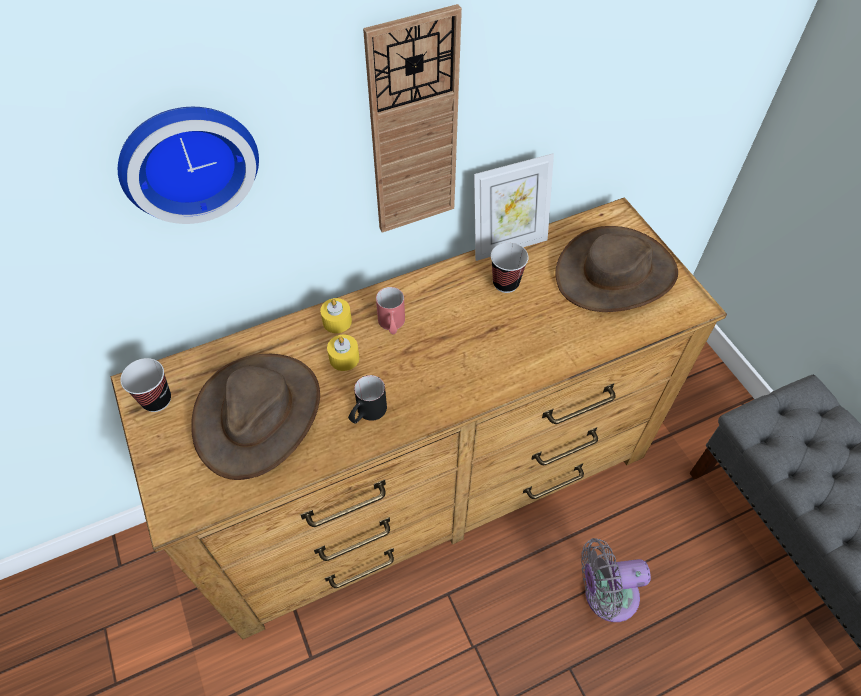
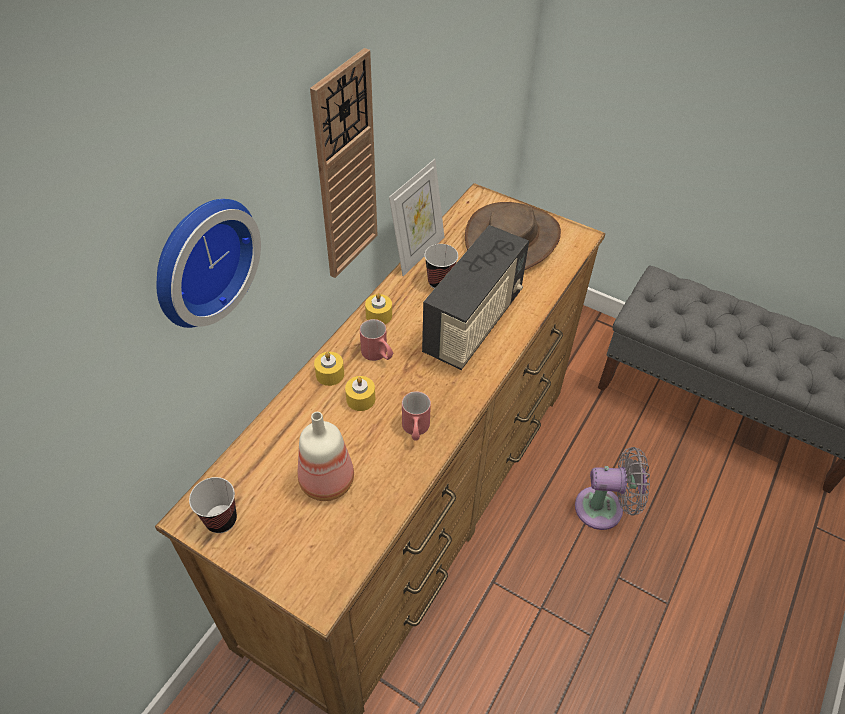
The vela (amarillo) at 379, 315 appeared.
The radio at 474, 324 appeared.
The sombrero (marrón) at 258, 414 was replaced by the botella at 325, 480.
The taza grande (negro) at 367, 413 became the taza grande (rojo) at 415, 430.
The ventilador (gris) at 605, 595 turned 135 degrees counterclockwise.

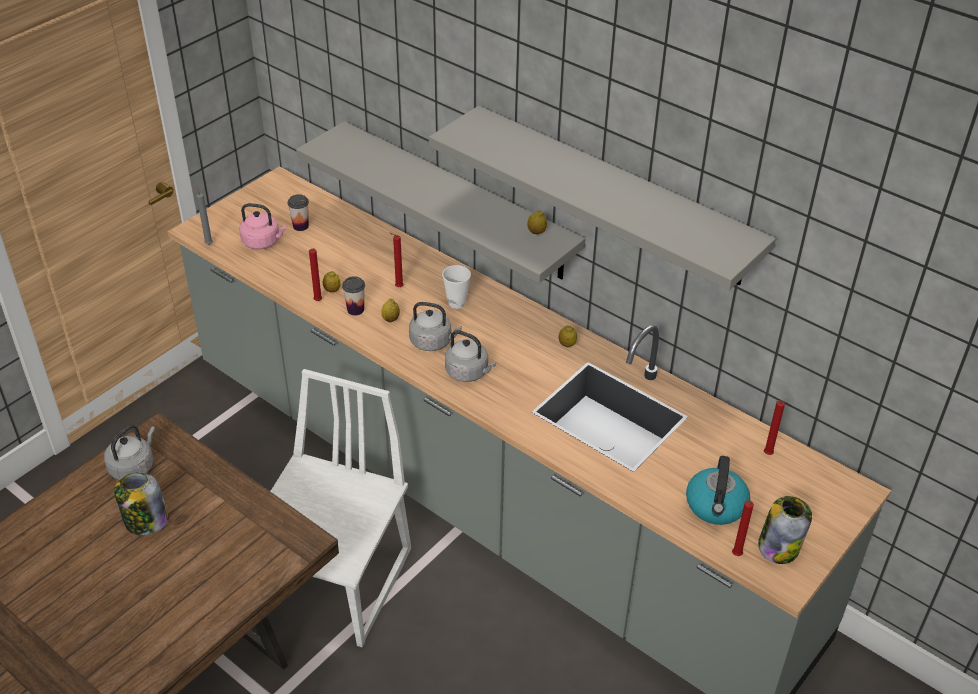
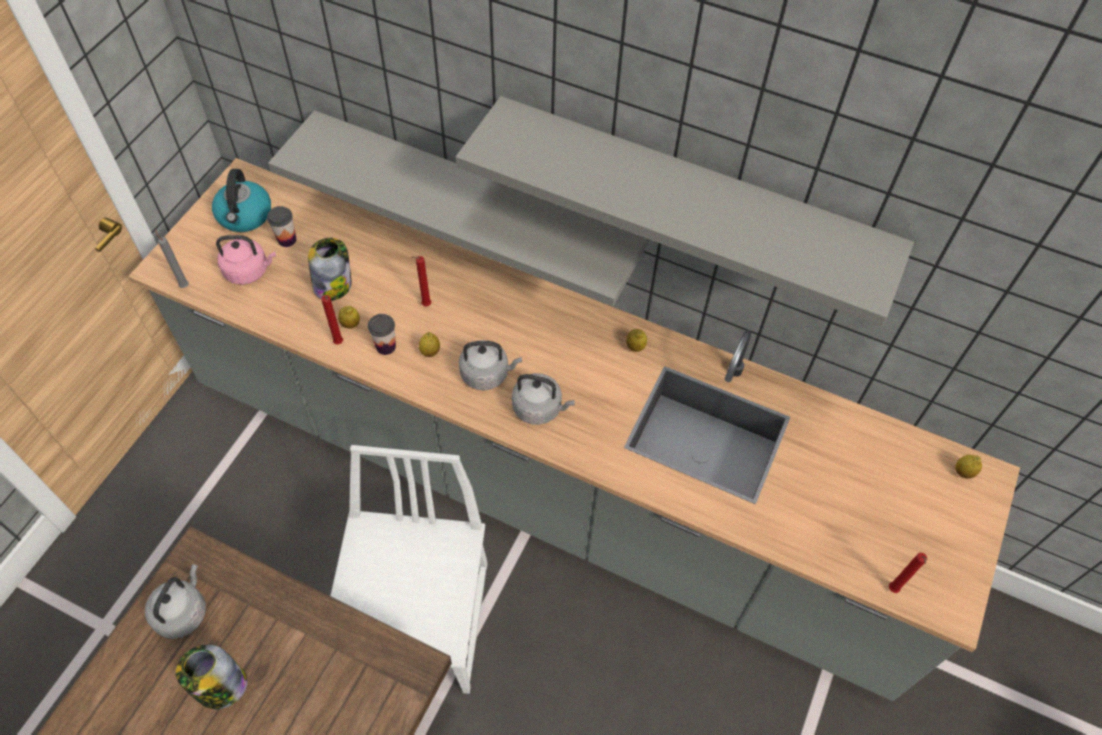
The taza at 456, 303 disappeared.
The vela (rojo) at 766, 454 disappeared.
The limón moved from 536, 232 to 963, 472.
The hervidor moved from 716, 506 to 245, 216.
The tarro moved from 779, 546 to 333, 284.

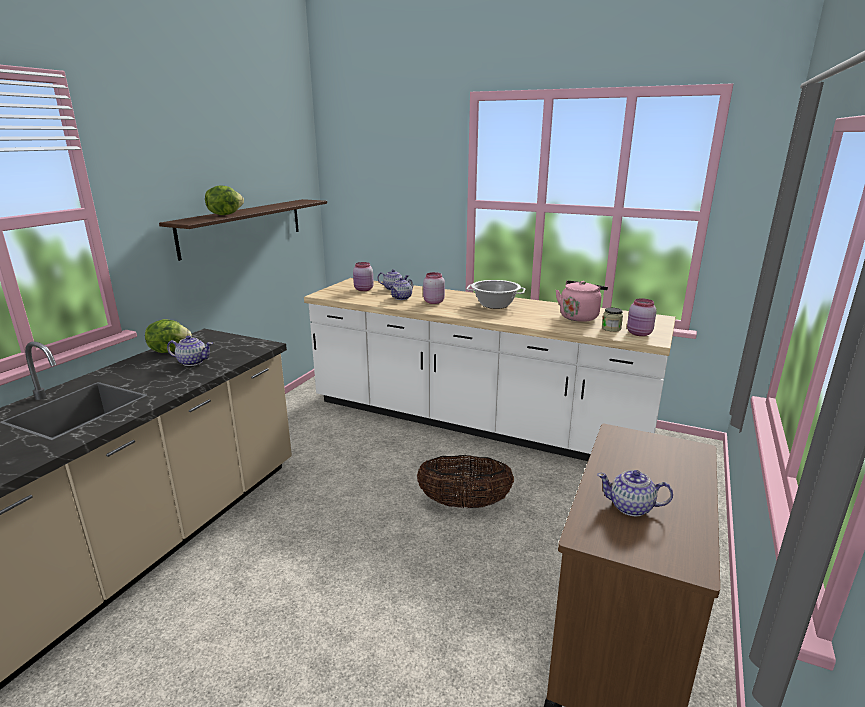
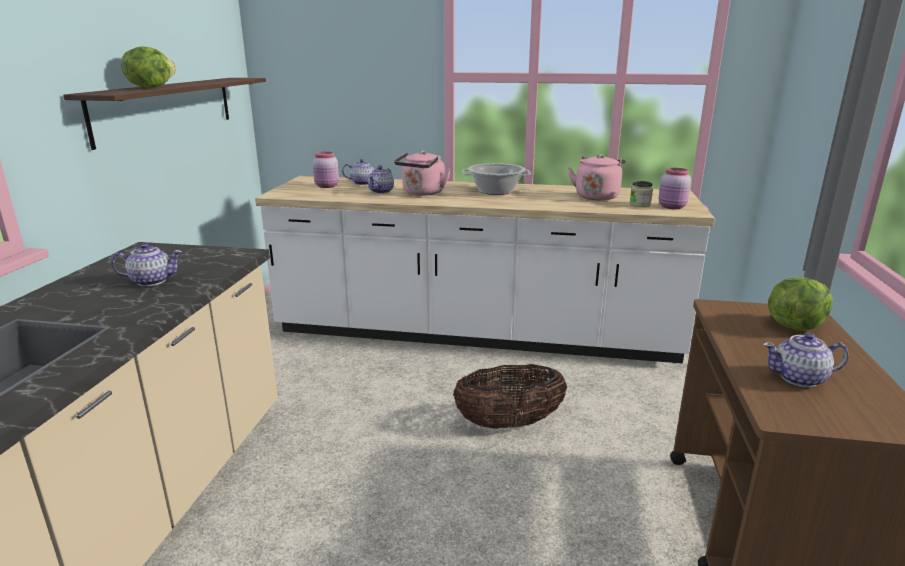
The lechuga moved from 170, 350 to 794, 325.
The tarro (rosa) at 433, 302 was replaced by the hervidor (rosa) at 422, 193.

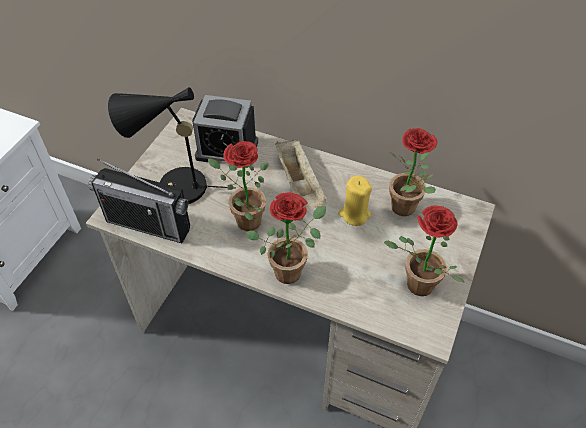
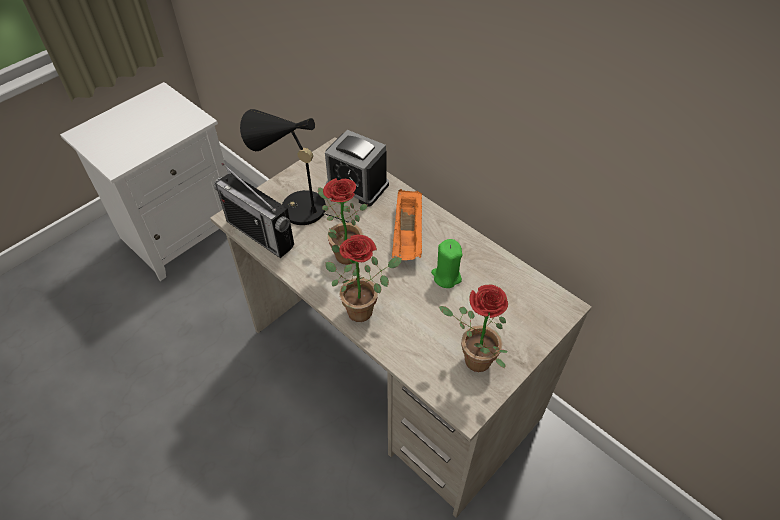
The planta en maceta at 407, 210 disappeared.
The bandeja (beis) at 300, 185 became the bandeja (naranja) at 408, 236.
The vela (amarillo) at 354, 214 became the vela (verde) at 446, 276.

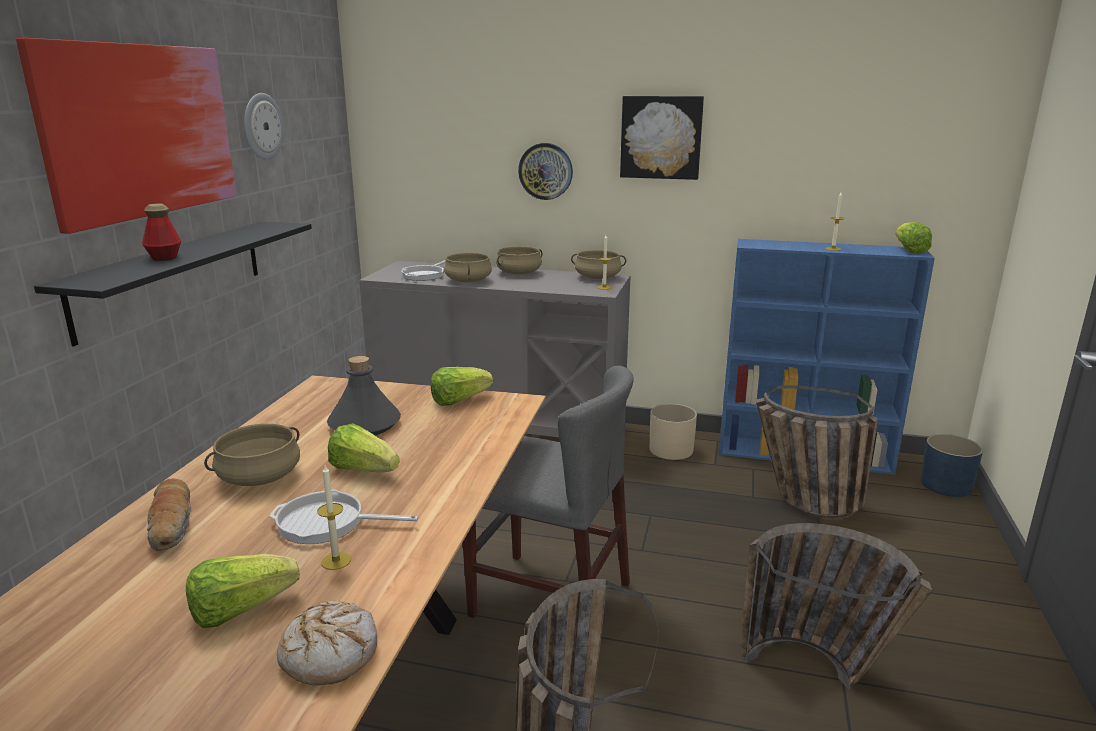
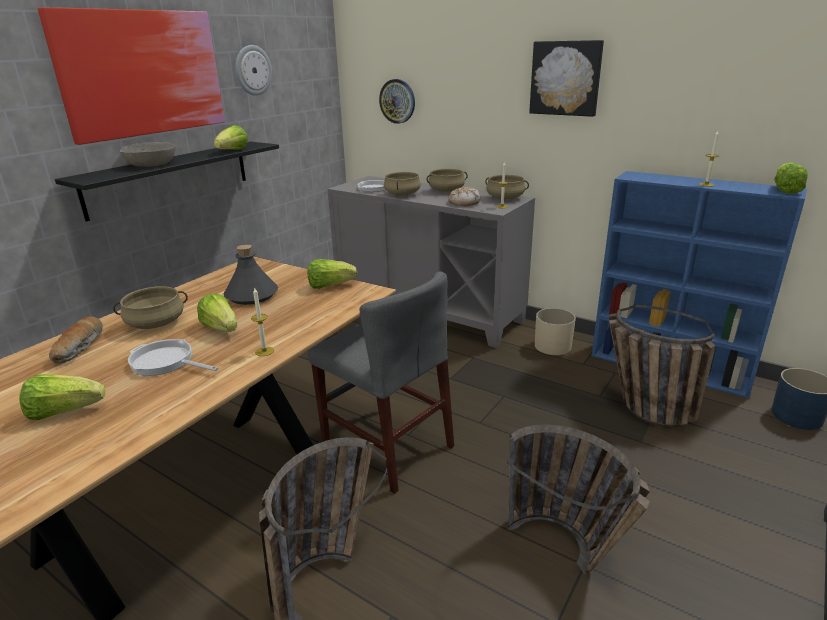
The lechuga at 233, 151 appeared.
The pan moved from 329, 653 to 464, 202.
The vela moved from 336, 561 to 264, 351.
The reloj de pared moved from 545, 171 to 397, 101.
The botella at 164, 258 was replaced by the cuenco (gris) at 152, 164.

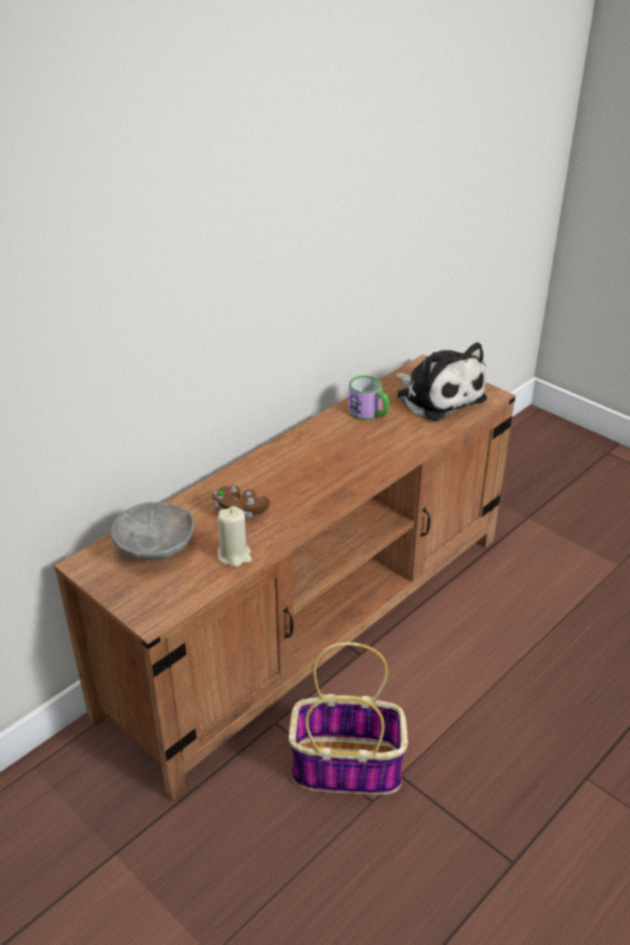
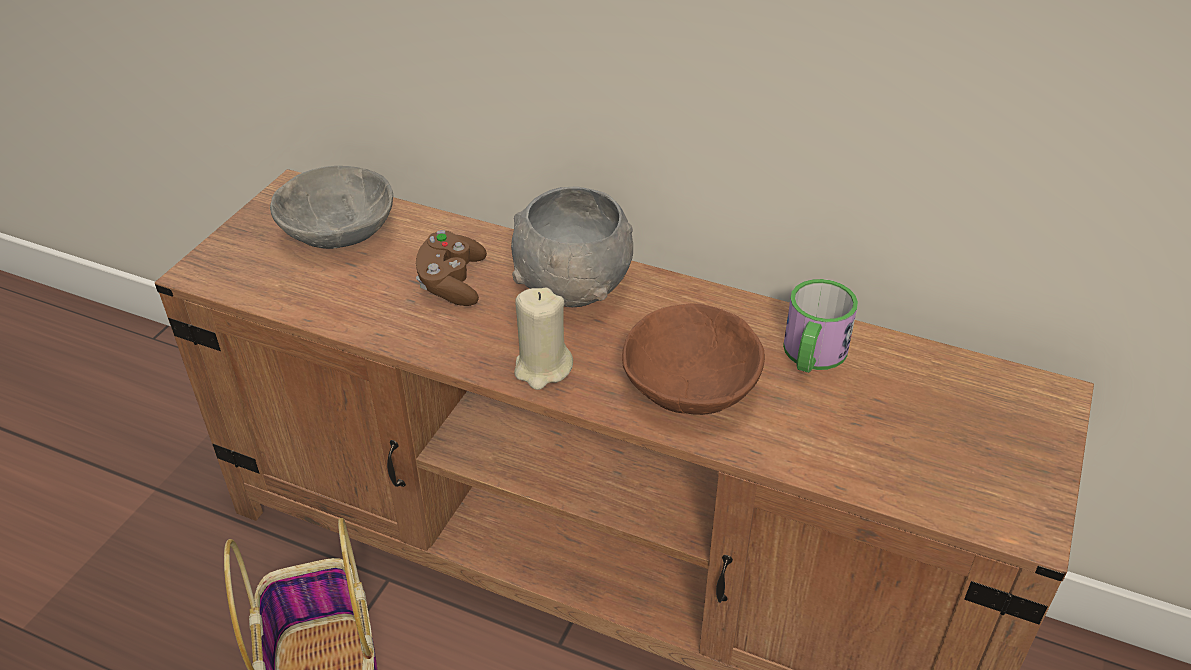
The peluche at 438, 396 disappeared.
The cuenco (gris) at 571, 288 appeared.
The cuenco (marrón) at 690, 386 appeared.
The vela (beis) moved from 234, 555 to 542, 368.

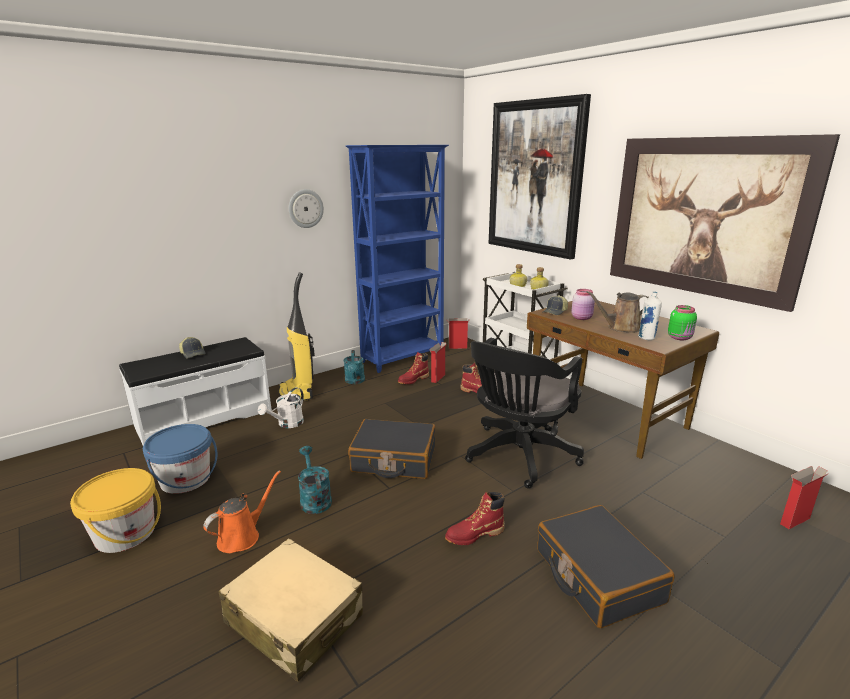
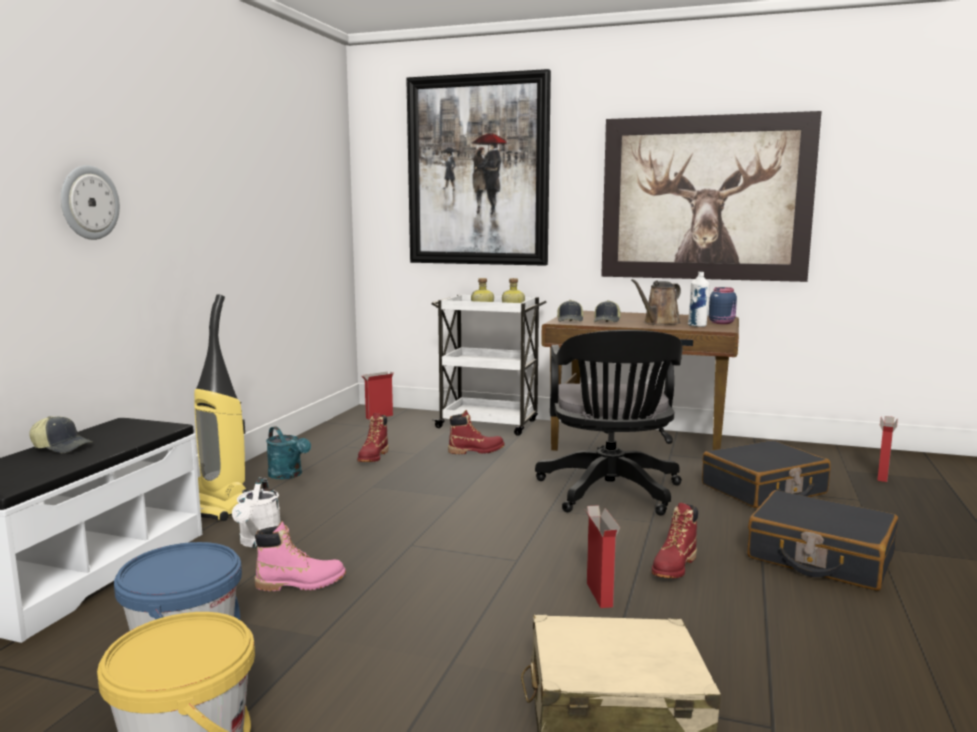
The regadera (naranja) at 242, 536 disappeared.
The regadera (turquesa) at 314, 499 disappeared.
The estantería (azul) at 404, 358 disappeared.
The bota (rosa) at 301, 583 appeared.
The reloj de pared moved from 305, 208 to 89, 202.
The maleta (negro) moved from 394, 459 to 764, 489.
The caja de cartón moved from 438, 378 to 599, 594.
The tarro (rosa) at 582, 318 was replaced by the gorra at 607, 321.
The tarro (verde) at 680, 338 became the tarro (azul) at 722, 323.

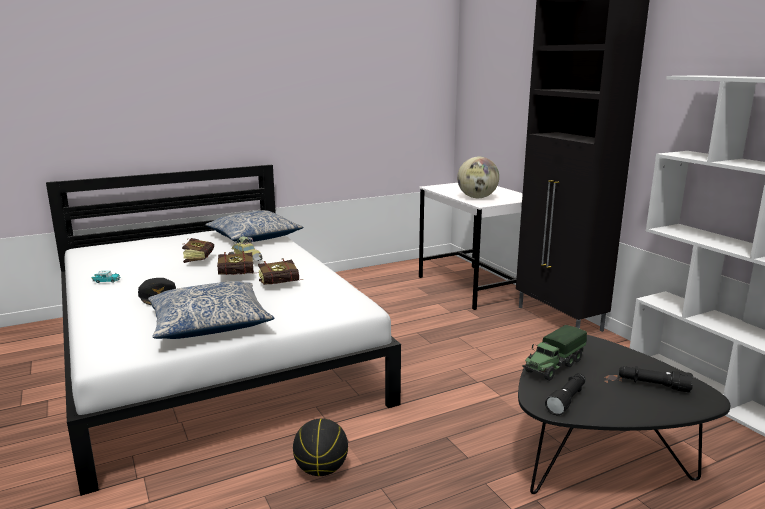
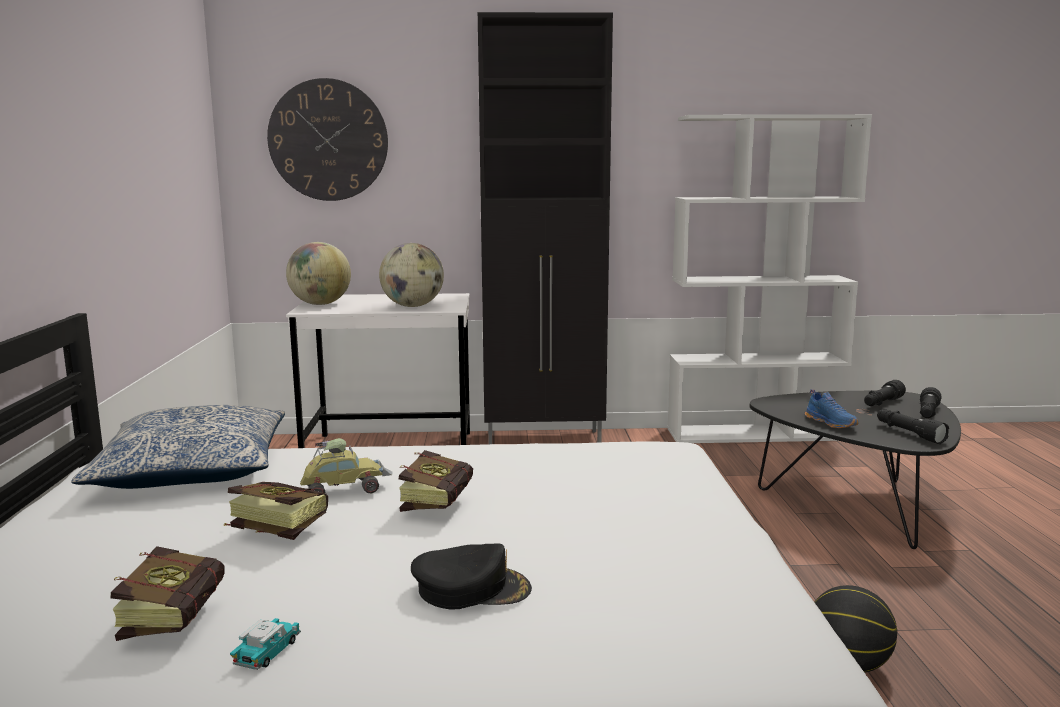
The cojín at 209, 323 disappeared.
The reloj de pared at 328, 140 appeared.
The globo terráqueo at 320, 304 appeared.
The linterna (negro) at 928, 413 appeared.
The libro moved from 283, 285 to 178, 616.
The camión de juguete at 553, 366 was replaced by the zapato (azul) at 832, 423.

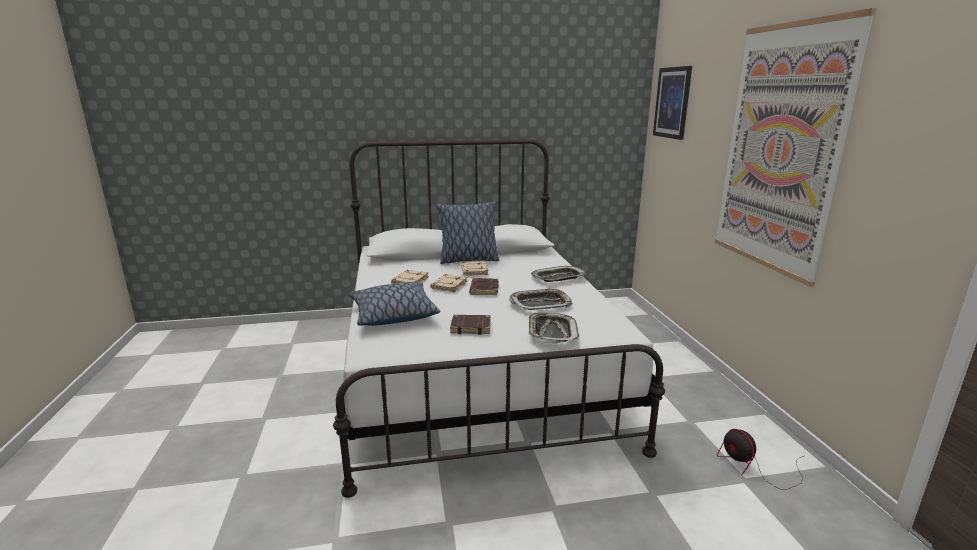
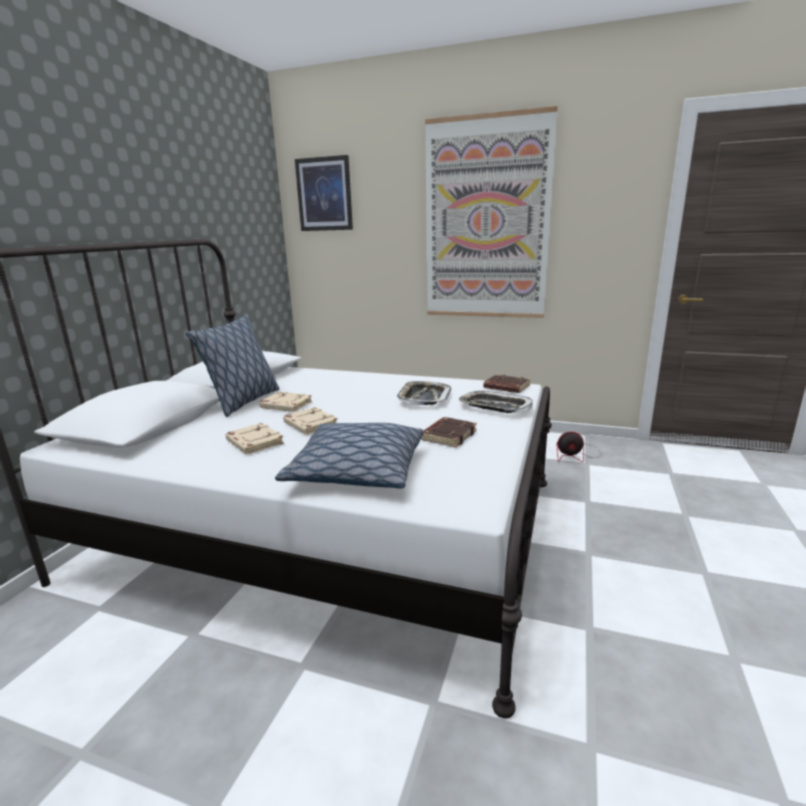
The bandeja at 558, 278 disappeared.
The libro (marrón) moved from 483, 289 to 506, 387.

